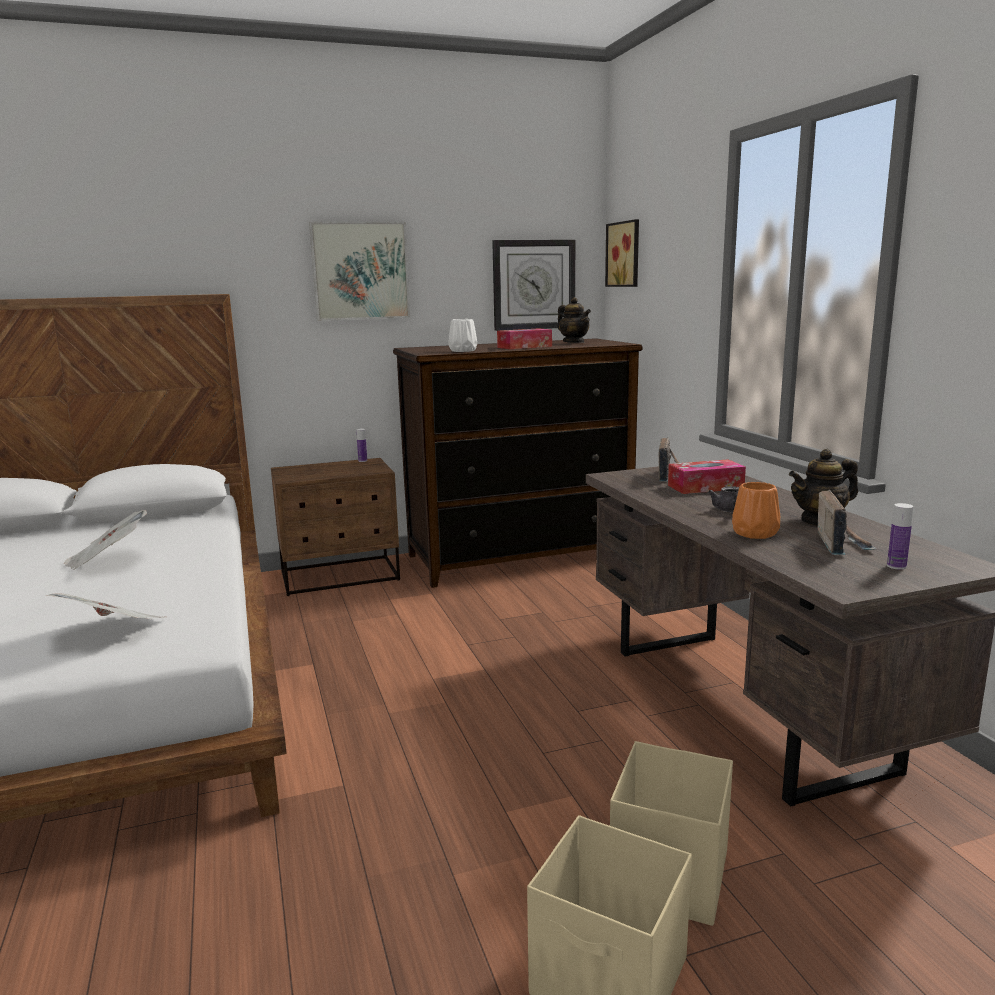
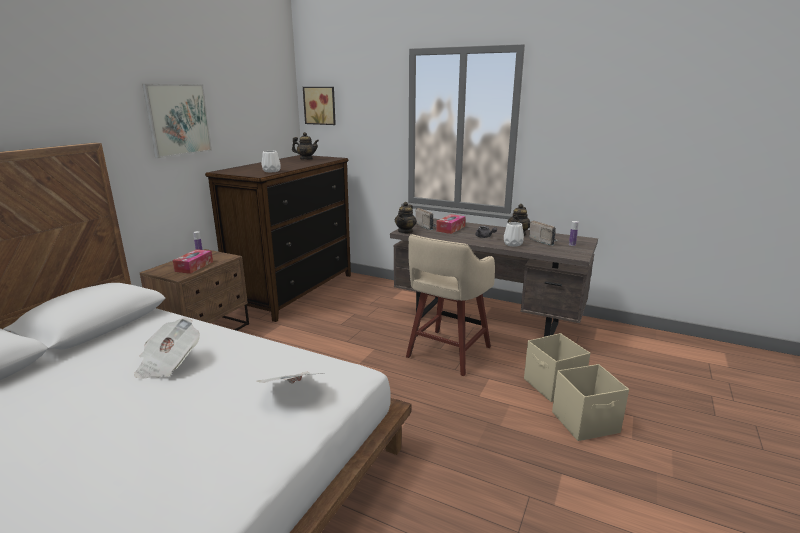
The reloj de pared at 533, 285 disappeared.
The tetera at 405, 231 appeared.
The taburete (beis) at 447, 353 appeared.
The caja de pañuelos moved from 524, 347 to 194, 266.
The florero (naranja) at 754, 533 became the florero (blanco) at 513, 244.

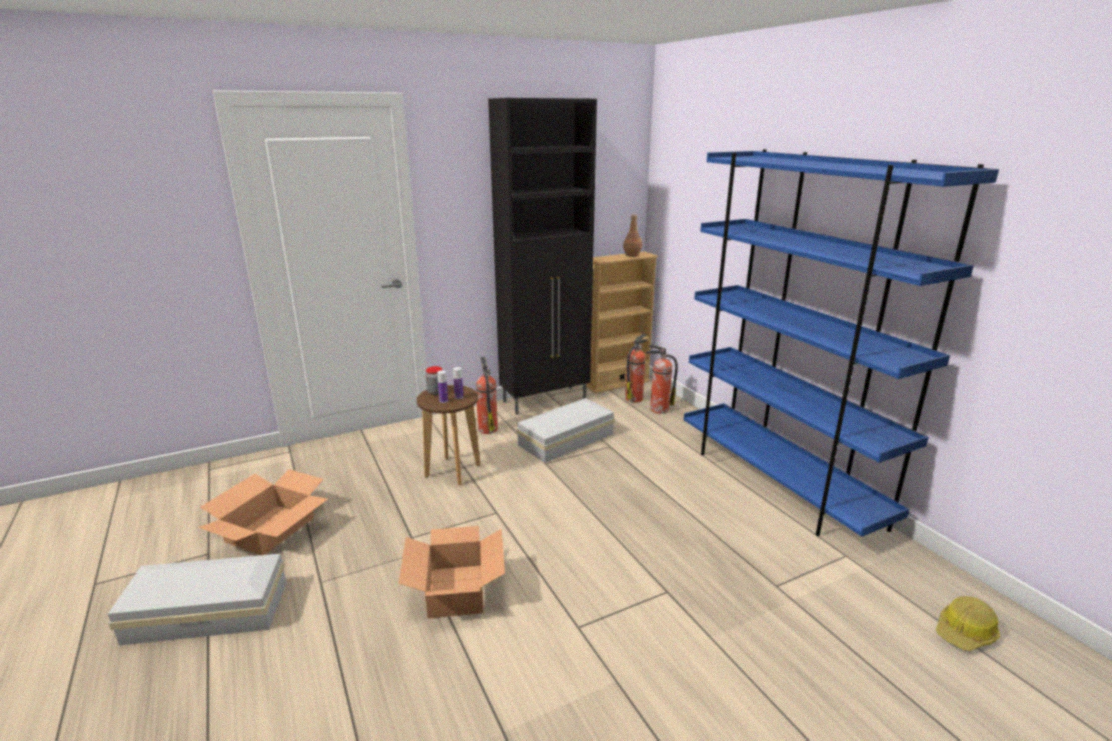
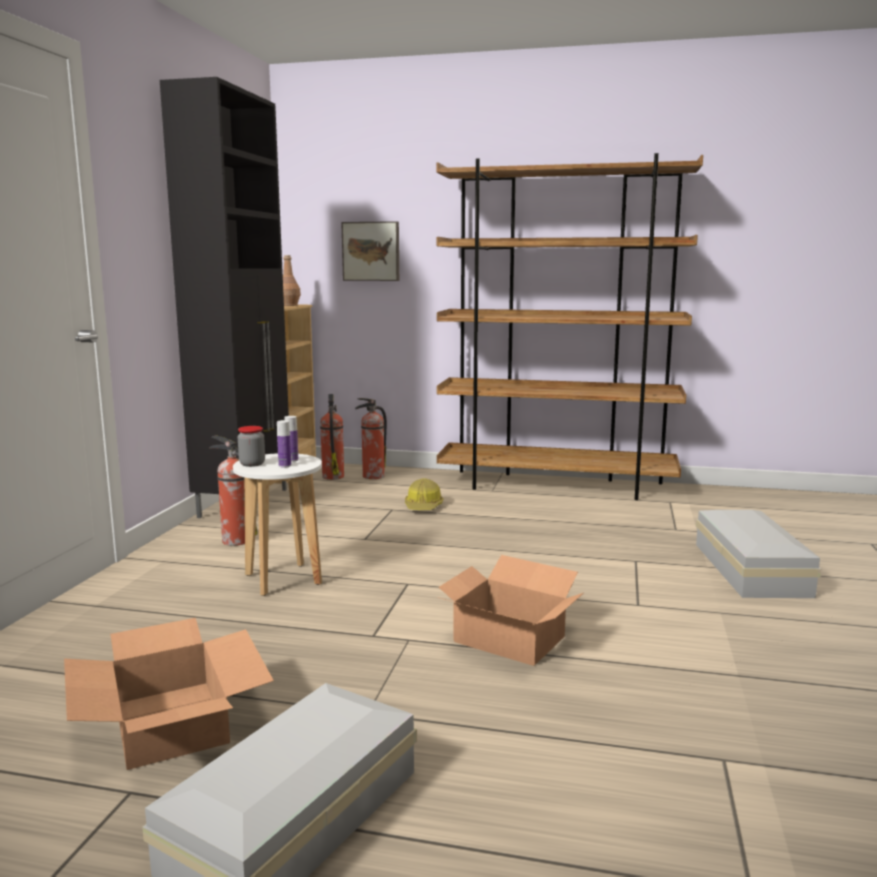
The cuadro at 371, 251 appeared.
The caja de almacenaje (blanco) moved from 568, 439 to 751, 568.
The casco moved from 965, 632 to 423, 507.
The taburete (marrón) at 452, 471 became the taburete (blanco) at 283, 580.
The estantería (azul) at 778, 483 became the estantería (marrón) at 556, 485.

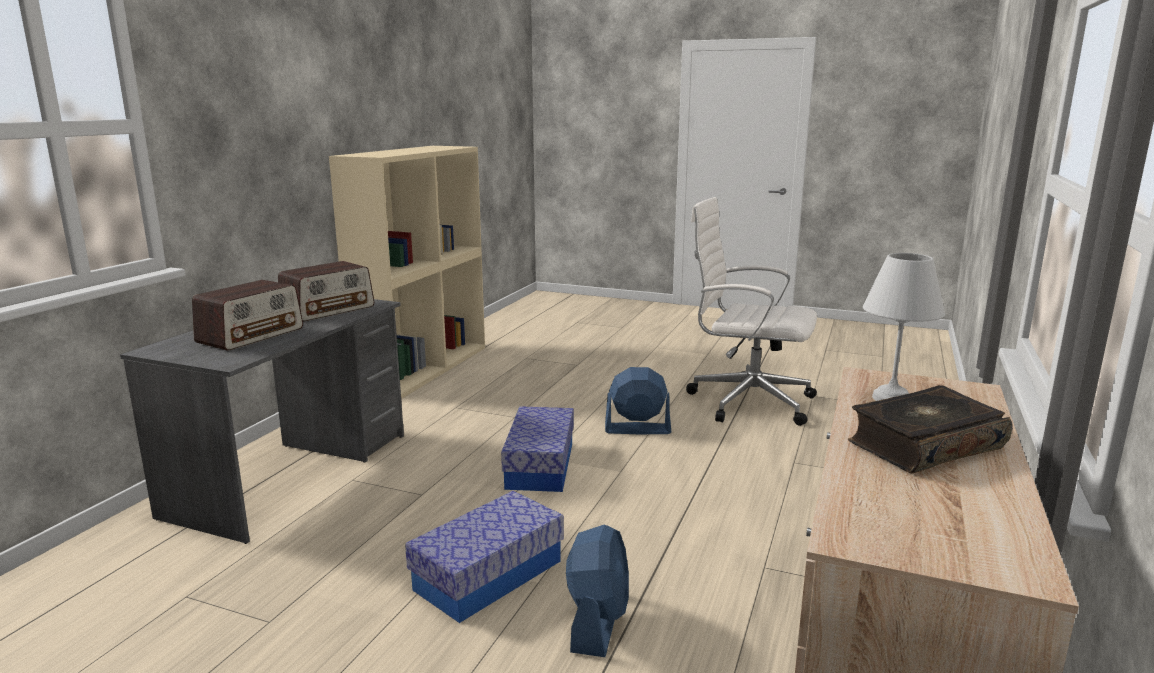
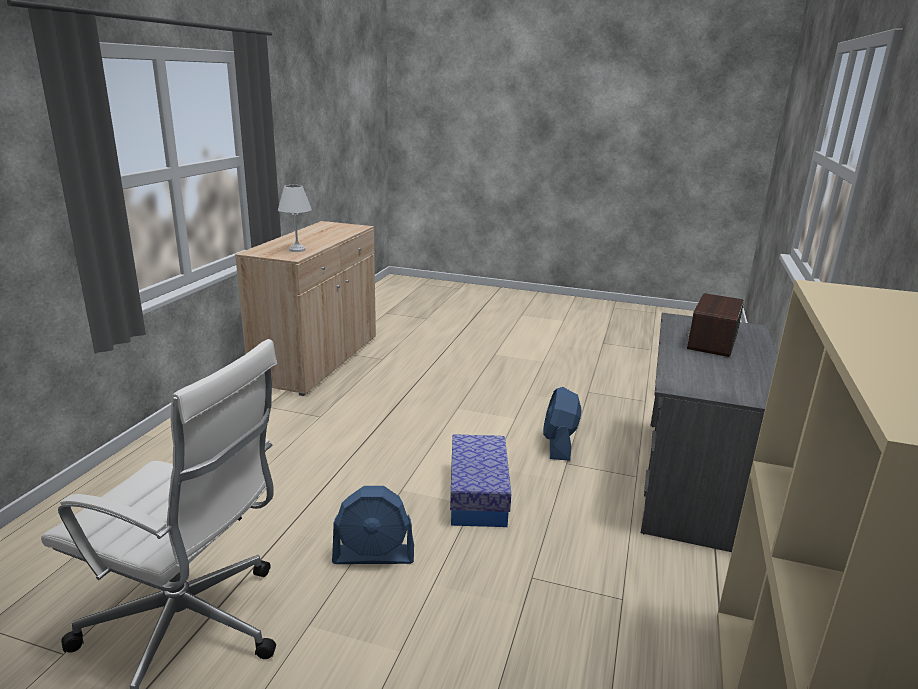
The radio at 328, 310 disappeared.
The caja de almacenaje at 488, 575 disappeared.
The libro at 923, 445 disappeared.
The ventilador (azul) moved from 597, 622 to 559, 445.

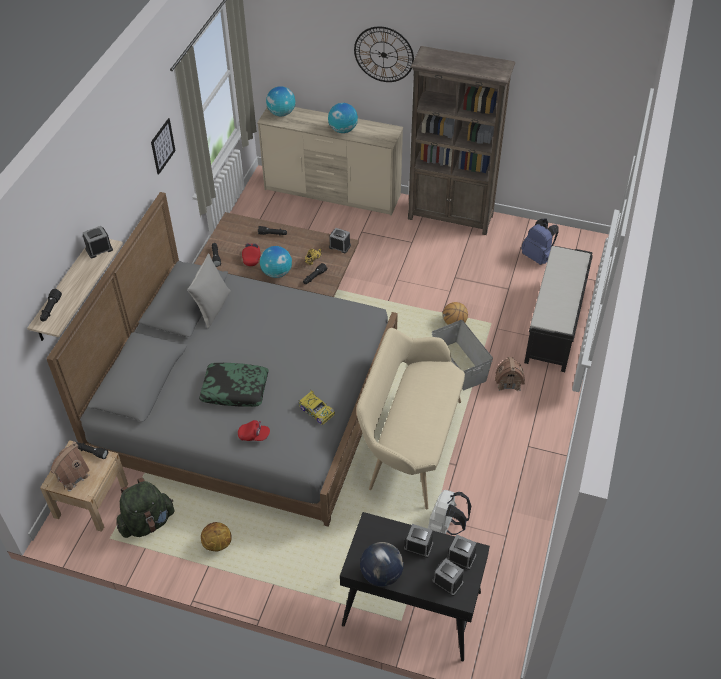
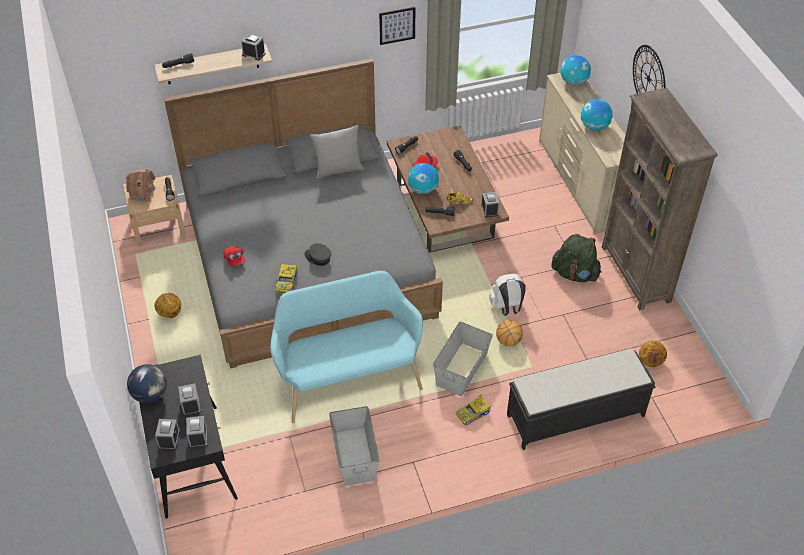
The cojín at 234, 389 disappeared.
The gorra (gris) at 318, 258 appeared.
The caja de almacenaje (gris) at 354, 456 appeared.
The mochila (verde) moved from 147, 522 to 575, 274.
The mochila (blanco) moved from 446, 526 to 507, 308.
The casita at 508, 382 was replaced by the coche de juguete at 473, 413.
The mochila (azul) at 538, 257 was replaced by the balón de baloncesto at 651, 362.
The banco (beis) at 409, 444 became the banco (turquesa) at 348, 378.

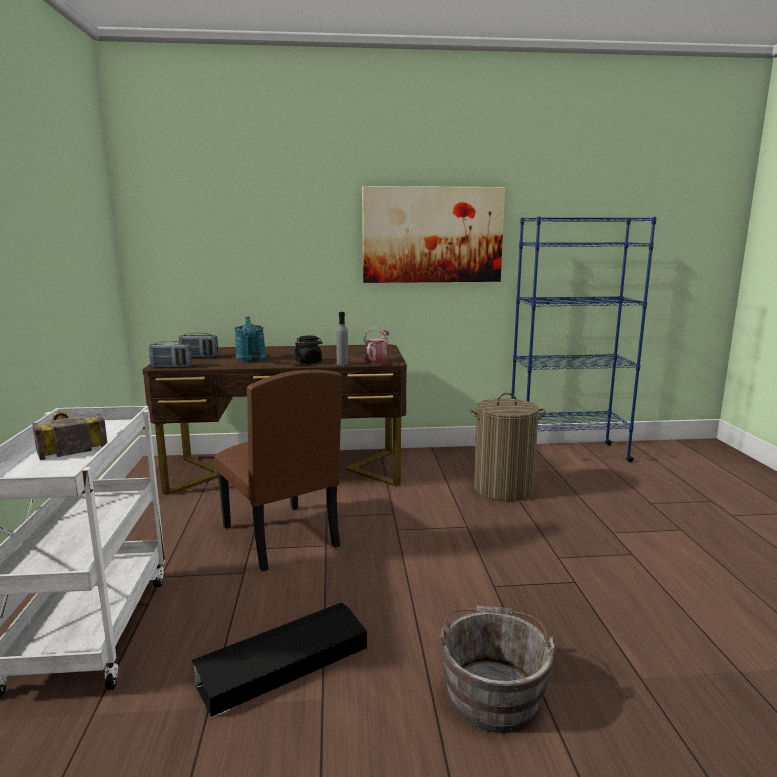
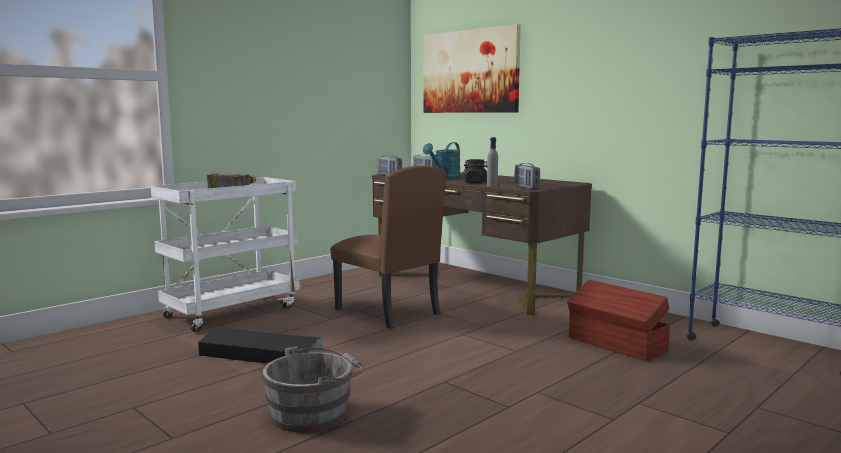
The cuadro moved from 432, 235 to 470, 71.
The regadera at 377, 360 was replaced by the radio at 526, 187.
The cesto de la ropa at 503, 488 was replaced by the caja de almacenaje (marrón) at 616, 344.
The silla (marrón) at 279, 536 turned 60 degrees counterclockwise.

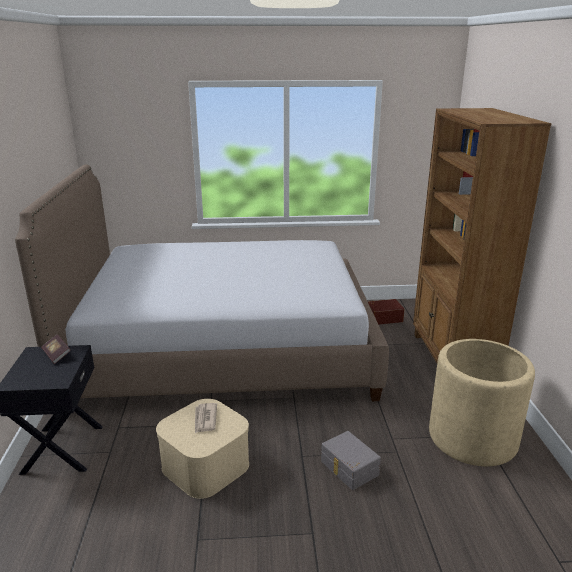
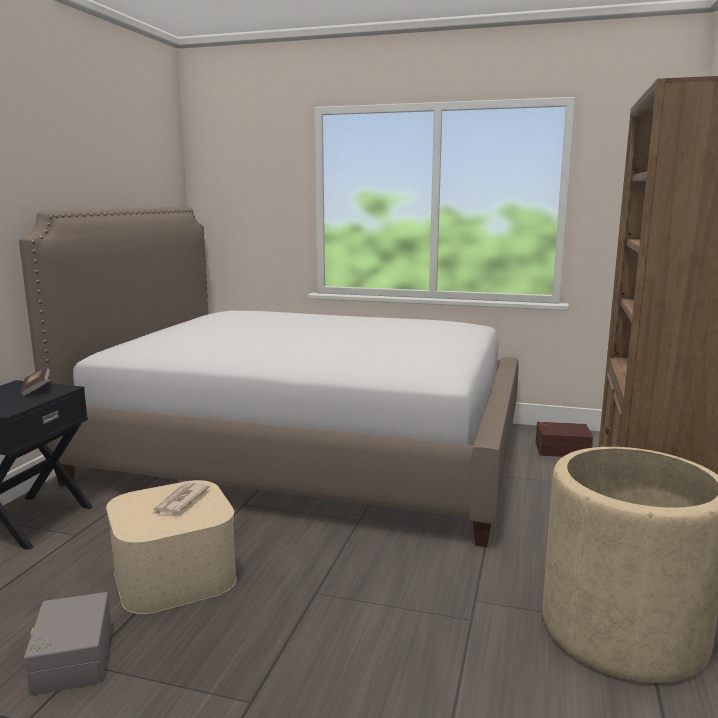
The caja de almacenaje (gris) moved from 348, 468 to 70, 658.

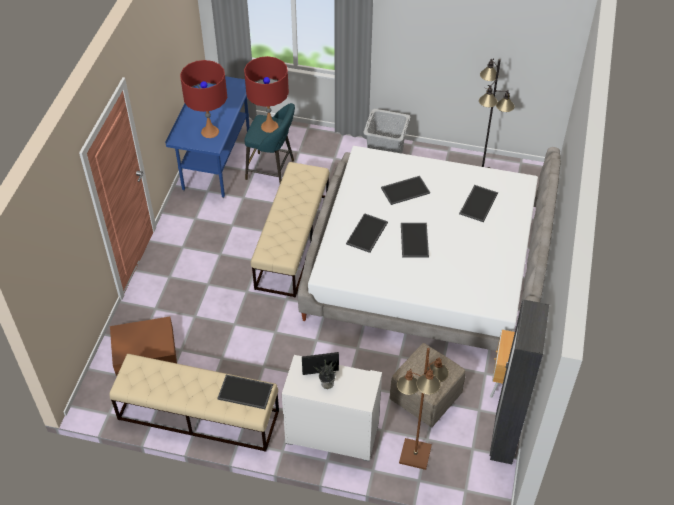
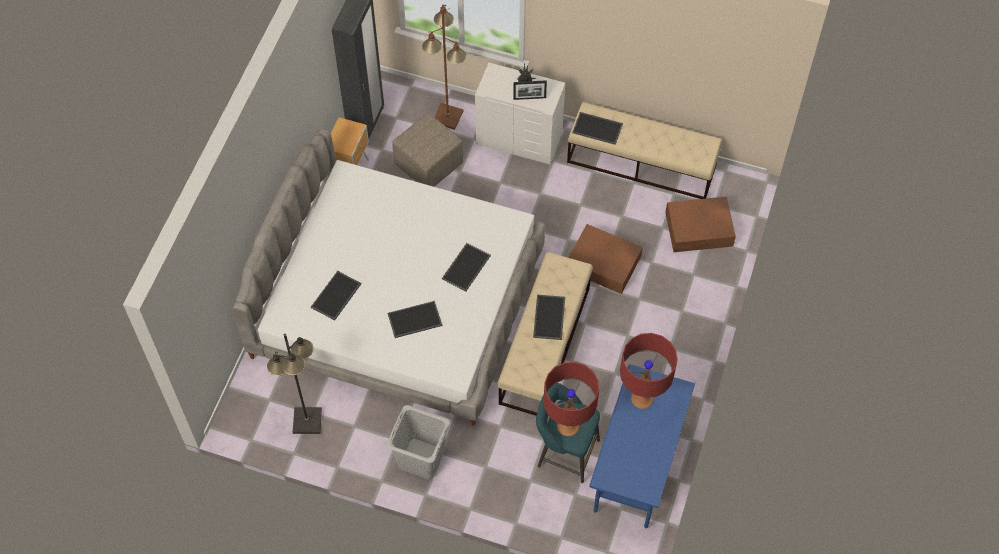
The caja de almacenaje (marrón) at 604, 264 appeared.
The bandeja moved from 413, 240 to 550, 318.

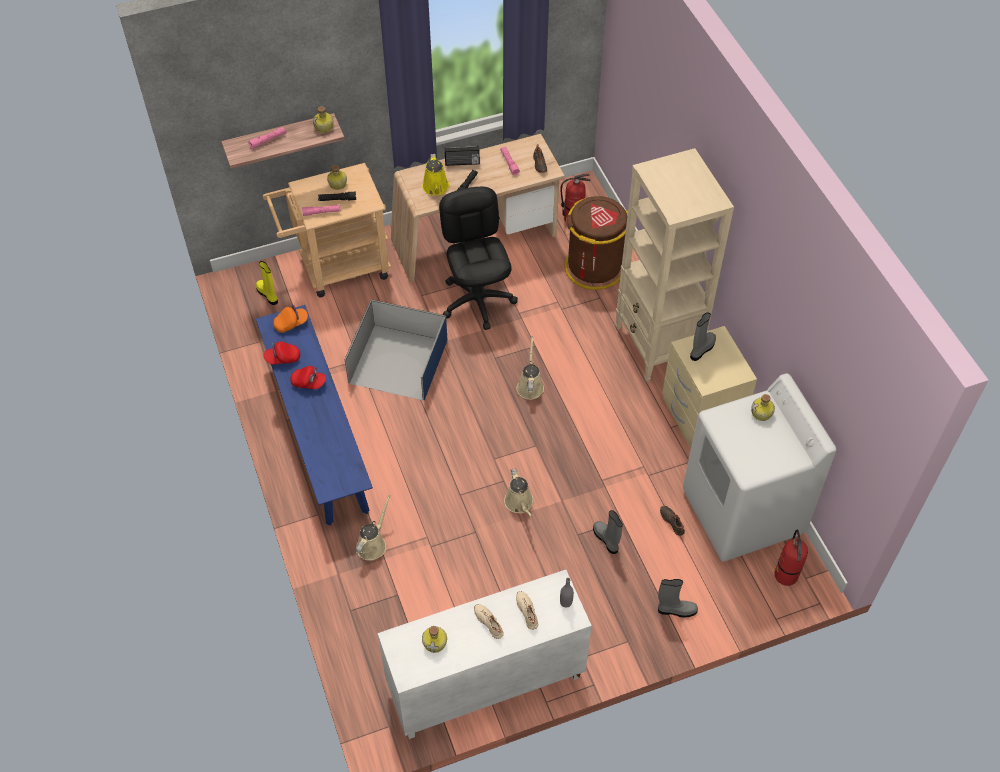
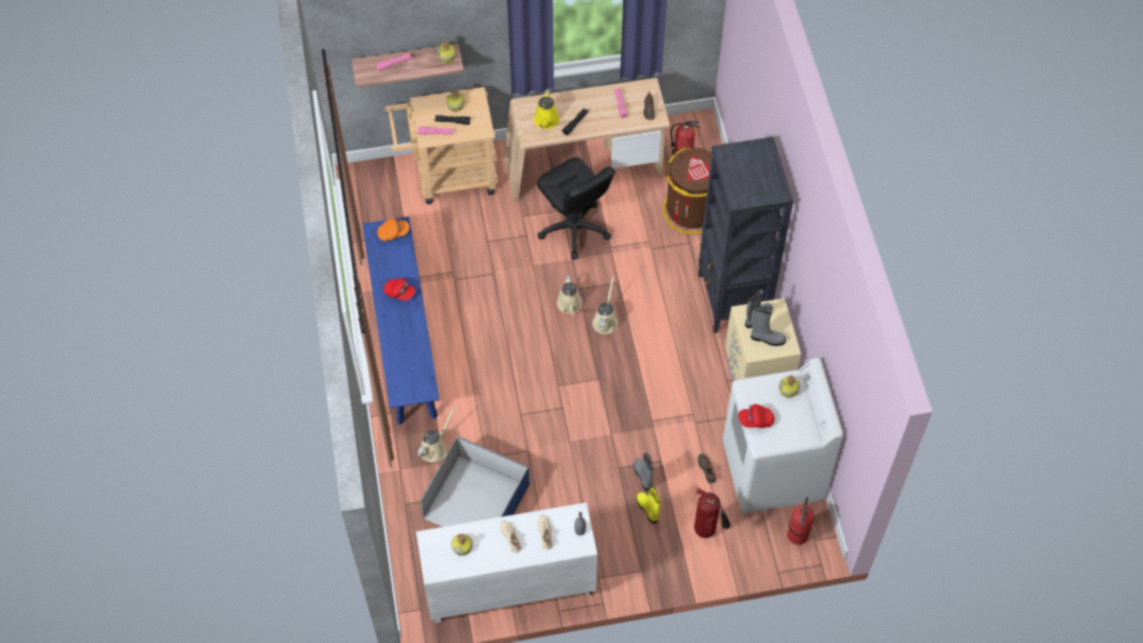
The radio at 462, 163 disappeared.
The extintor at 707, 531 appeared.
The bota (amarillo) moved from 268, 295 to 648, 509.
The gorra (rojo) moved from 283, 358 to 755, 420.
The caja de almacenaje (azul) moved from 397, 361 to 475, 500.
The regadera (beis) moved from 519, 503 to 569, 305.
The bota (gris) moved from 675, 610 to 766, 338.
The estantería (beis) at 657, 347 became the estantería (negro) at 732, 300.
The silla de oficina (negro) at 477, 300 turned 150 degrees clockwise.

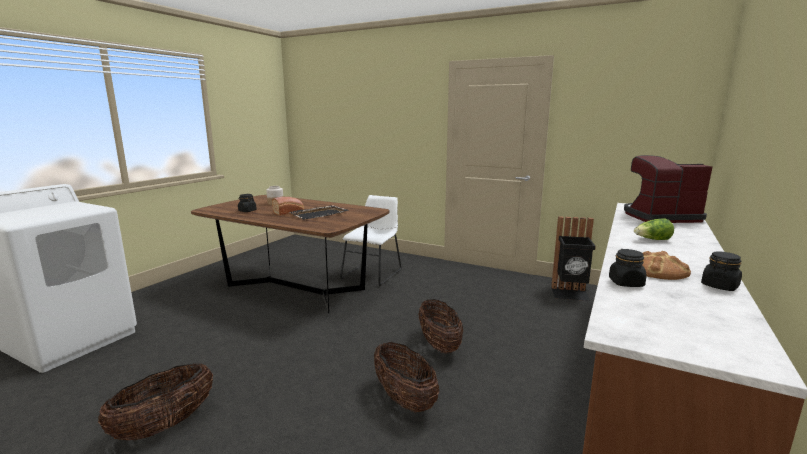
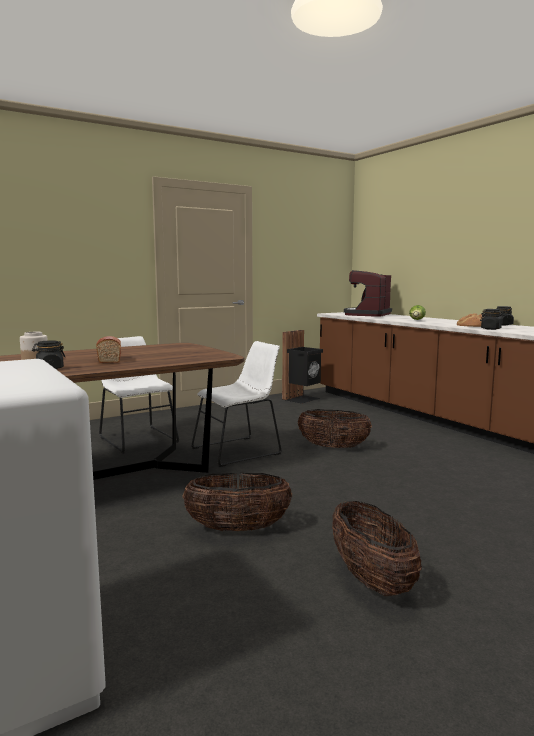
The bandeja (negro) at 320, 214 disappeared.
The silla (blanco) at 239, 450 appeared.
The cesta moved from 404, 399 to 237, 529.

